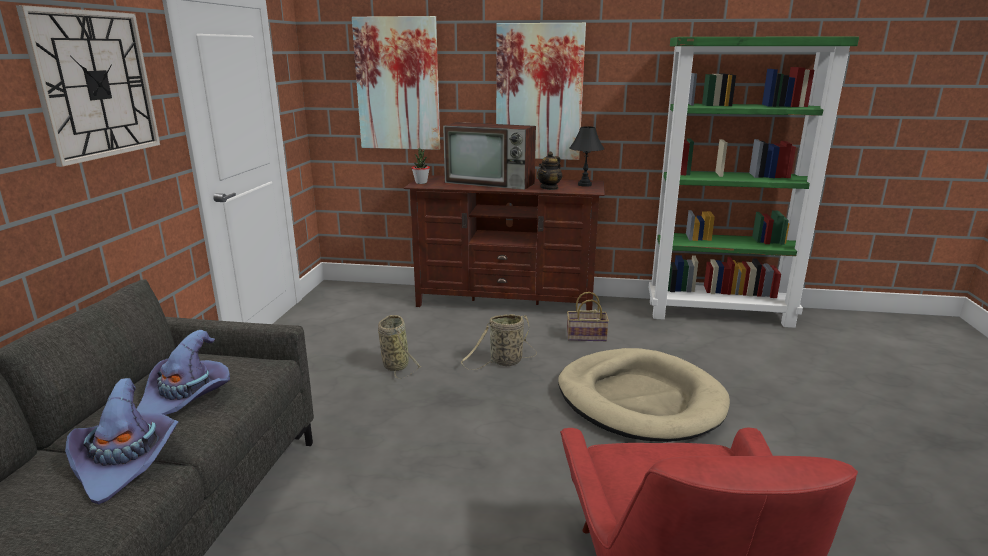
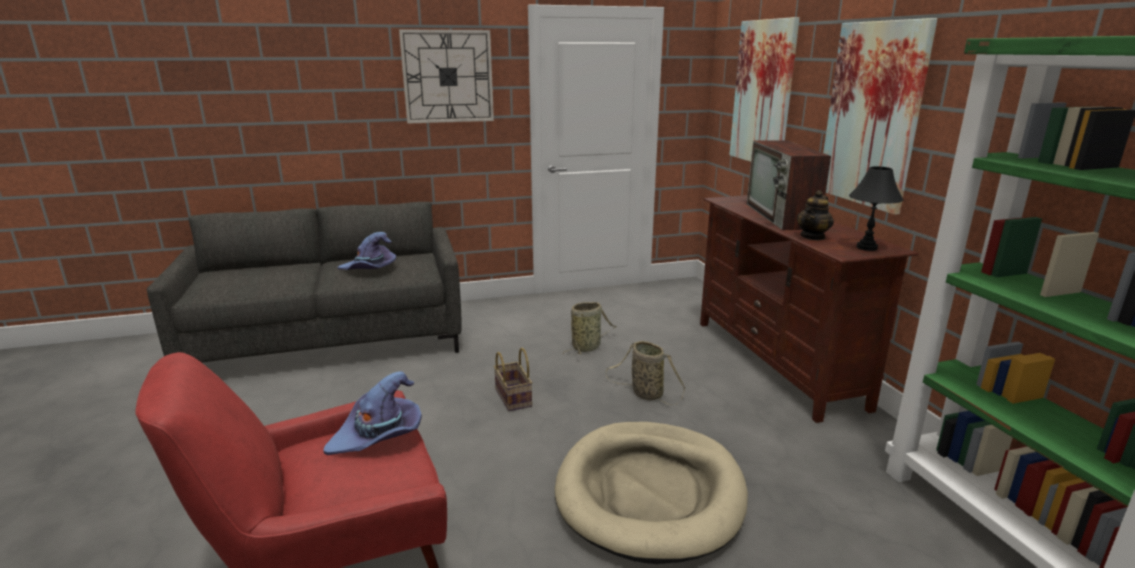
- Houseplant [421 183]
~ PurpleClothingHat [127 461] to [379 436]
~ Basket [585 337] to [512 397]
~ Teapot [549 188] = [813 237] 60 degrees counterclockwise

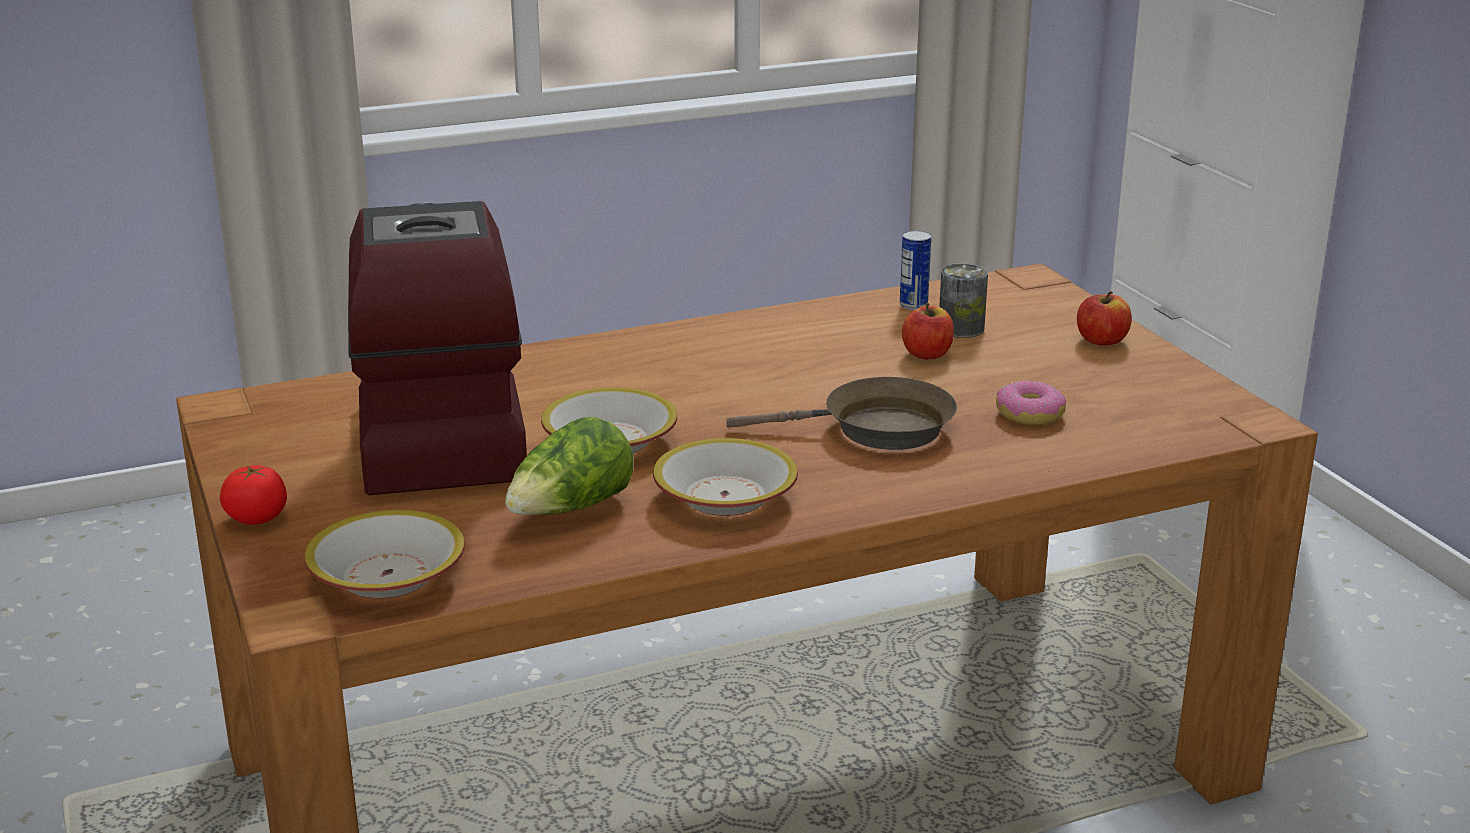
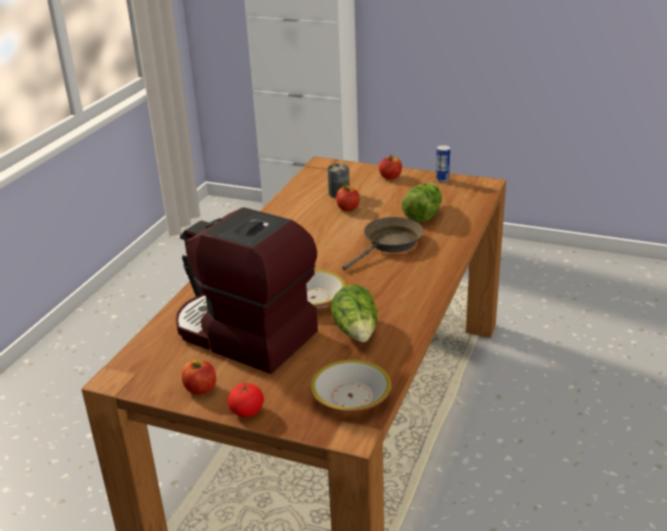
- ServingBowl [724 496]
+ WholeApple [201 389]
~ Can [913 305] to [442 179]
~ Donut [1029 415] to Lettuce [423 214]

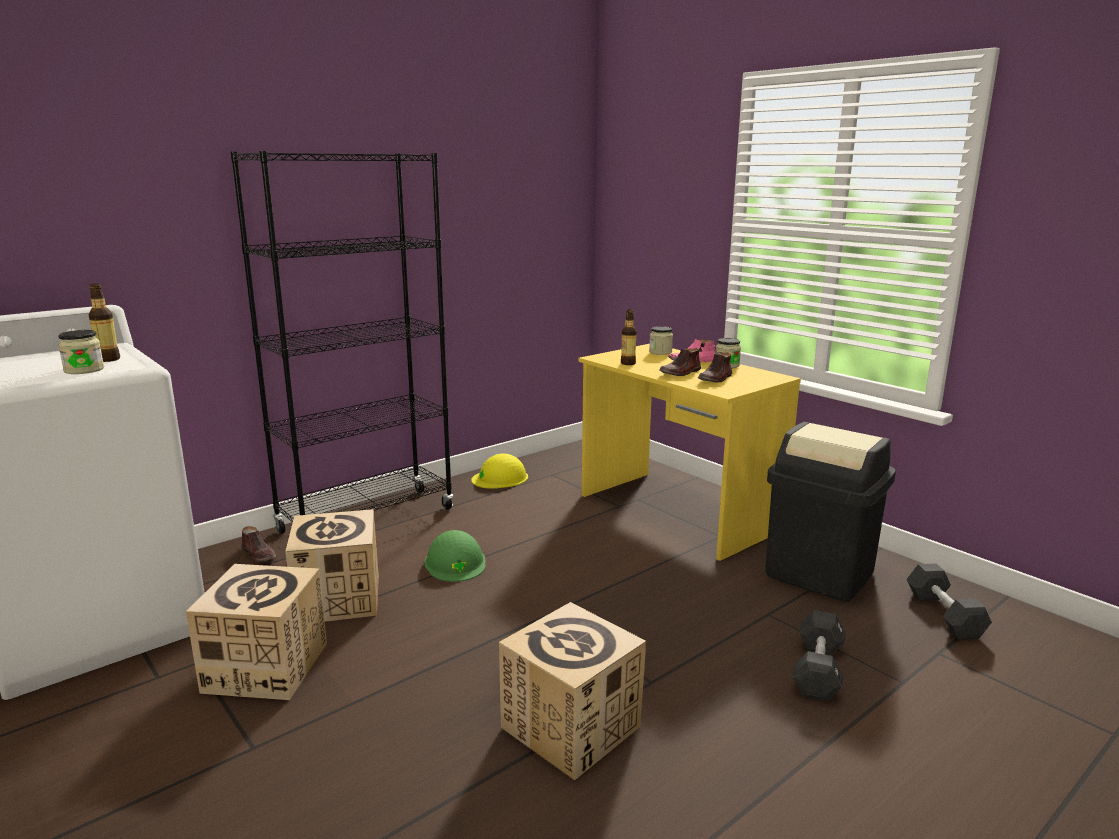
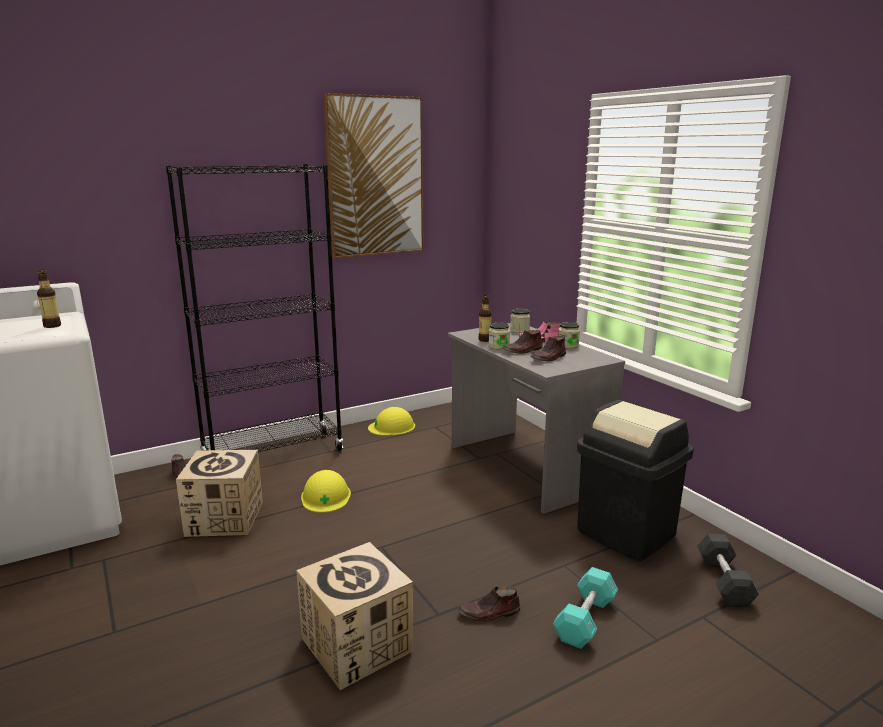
- Carton [266 668]
+ WallPicture [375 177]
+ BrownishItemOfFootwear [489 613]
~ PreserveJar [84 370] to [498 346]
~ GreenishWorkHelmet [455 562] to YellowishWorkHelmet [326 496]
~ YellowishDesk [677 513] to GreyishDesk [525 468]
~ BlackColouredFreeWeight [817 670] to TurquoiseFreeWeight [585 619]

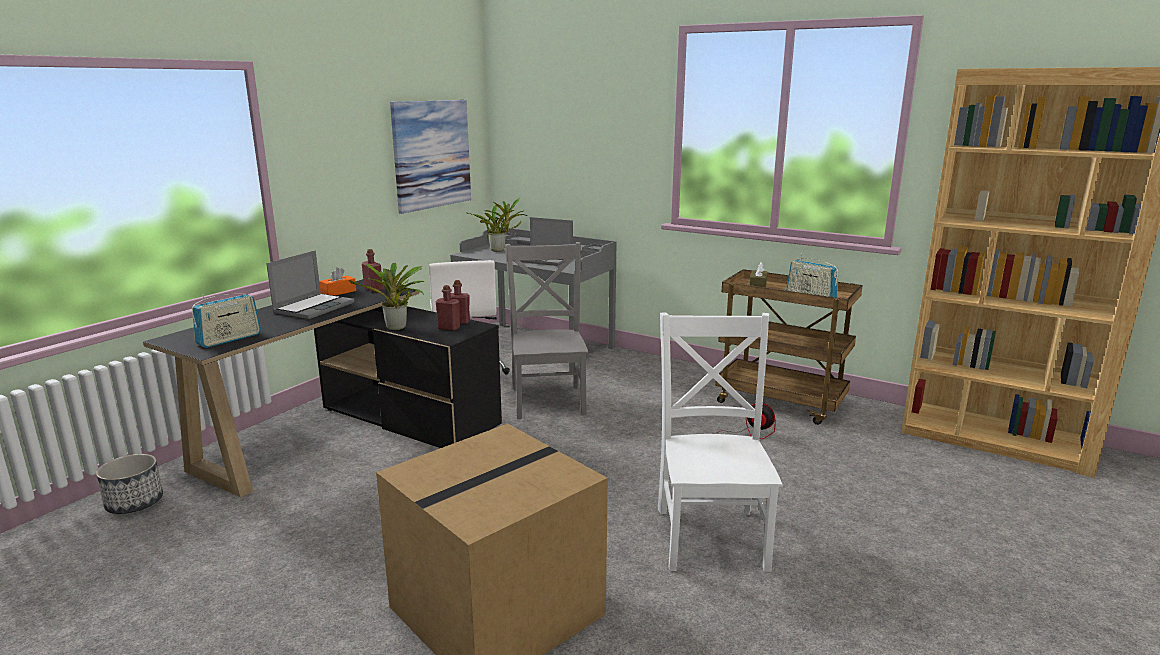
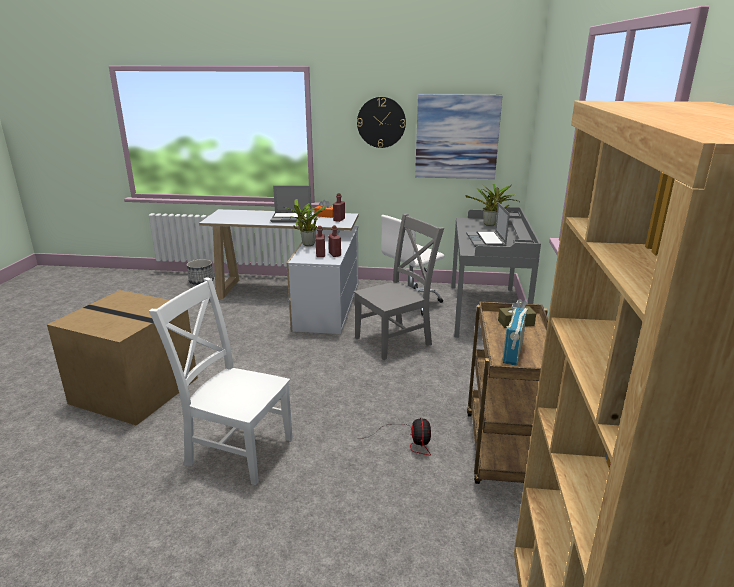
- Radio [229 339]
+ ClockOnTheWall [381 122]
~ BlackColouredDesk [350 433] to WhiteColouredDesk [296 299]
~ WhiteColouredChair [711 534] = [236 449] 135 degrees counterclockwise

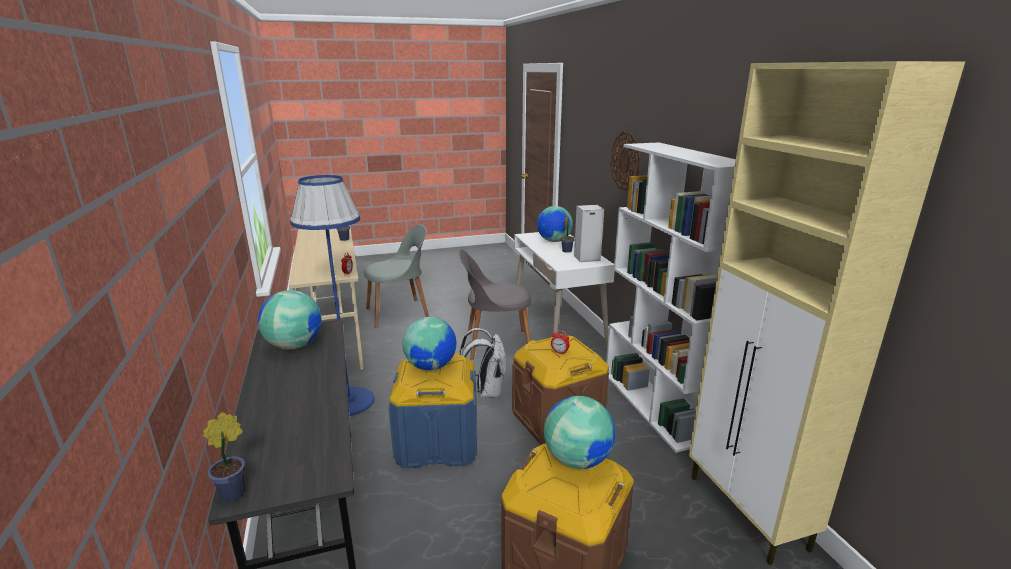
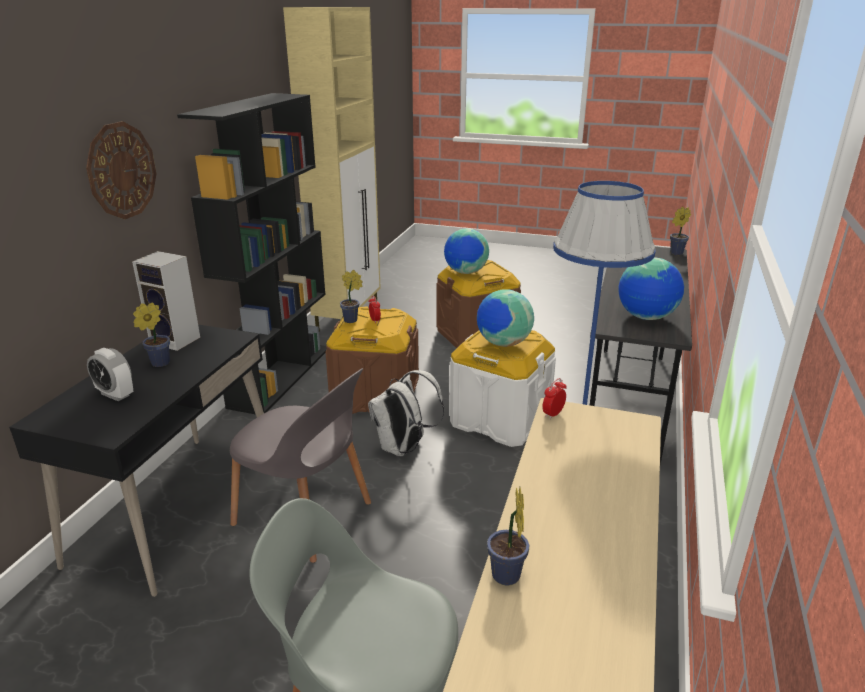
+ Houseplant [352 320]
~ WorldGlobe [554 241] to BedsideClock [115 394]
~ BlueStorageBin [437 442] to WhiteColouredStorageBin [500 419]
~ WhiteColouredDesk [557 327] to BlackColouredDesk [178 508]
~ WhiteColouredShelvingUnit [654 406] to BlackColouredShelvingUnit [281 375]

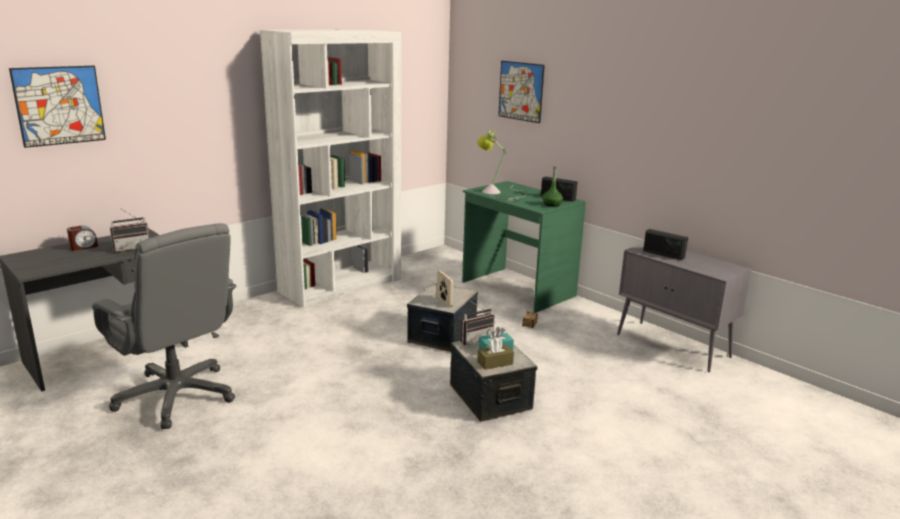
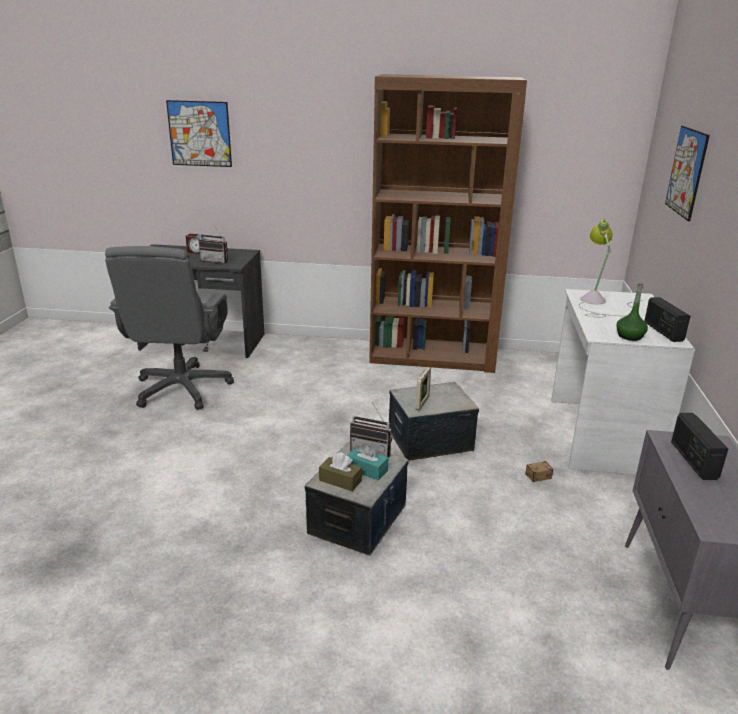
~ WhiteColouredShelvingUnit [341 285] to BrownishShelvingUnit [433 356]
~ GreenishDesk [517 289] to WhiteColouredDesk [599 435]

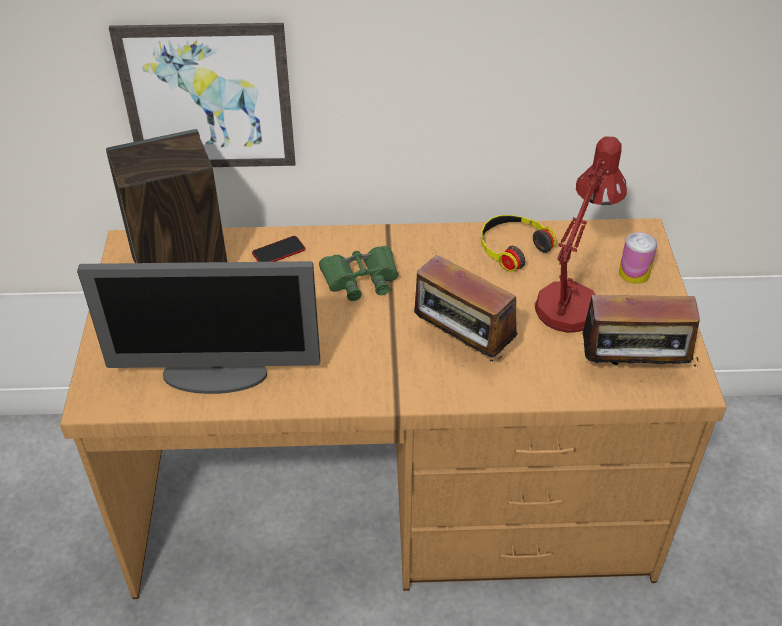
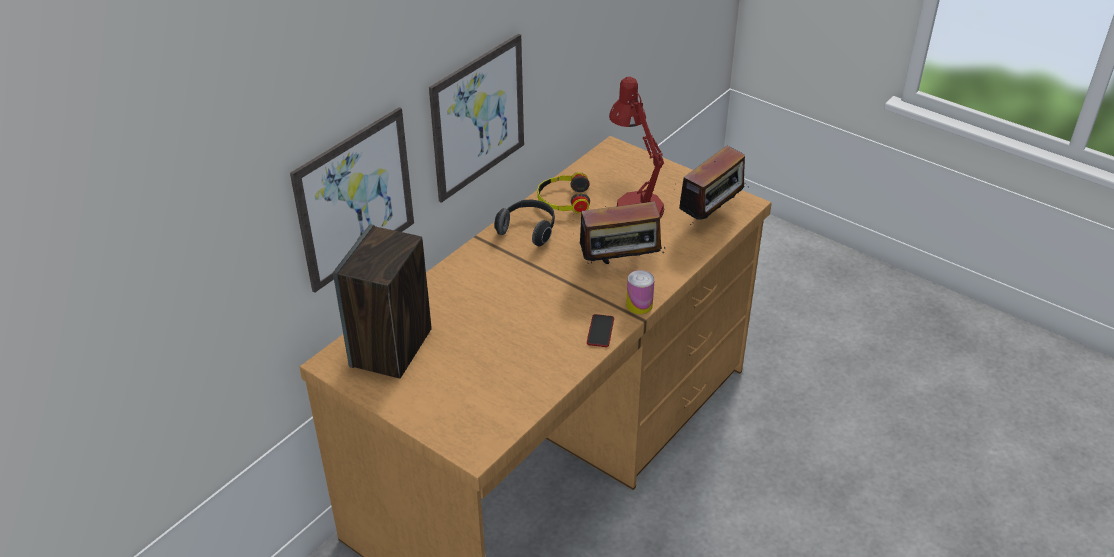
- ComputerScreen [216 375]
- GreenishFieldGlasses [361 278]
+ WallPicture [478 117]
+ PairOfHeadphones [528 230]
~ Telephone [278 251] to [600 331]
~ Can [634 273] to [639 305]

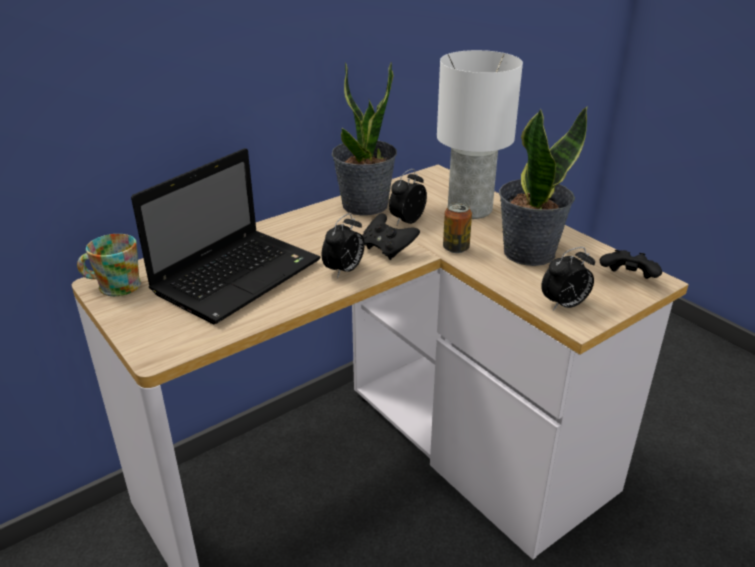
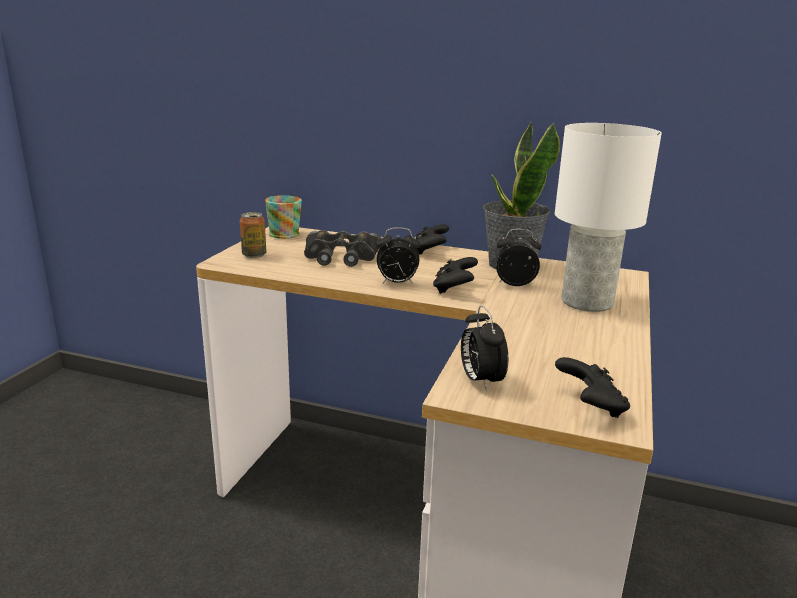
- Houseplant [528 252]
+ BlackColouredGameController [429 251]
~ Can [455 248] to [254 255]
~ Laptop [239 275] to BlackColouredFieldGlasses [341 257]
~ BedsideClock [564 305] = [480 381] 45 degrees clockwise

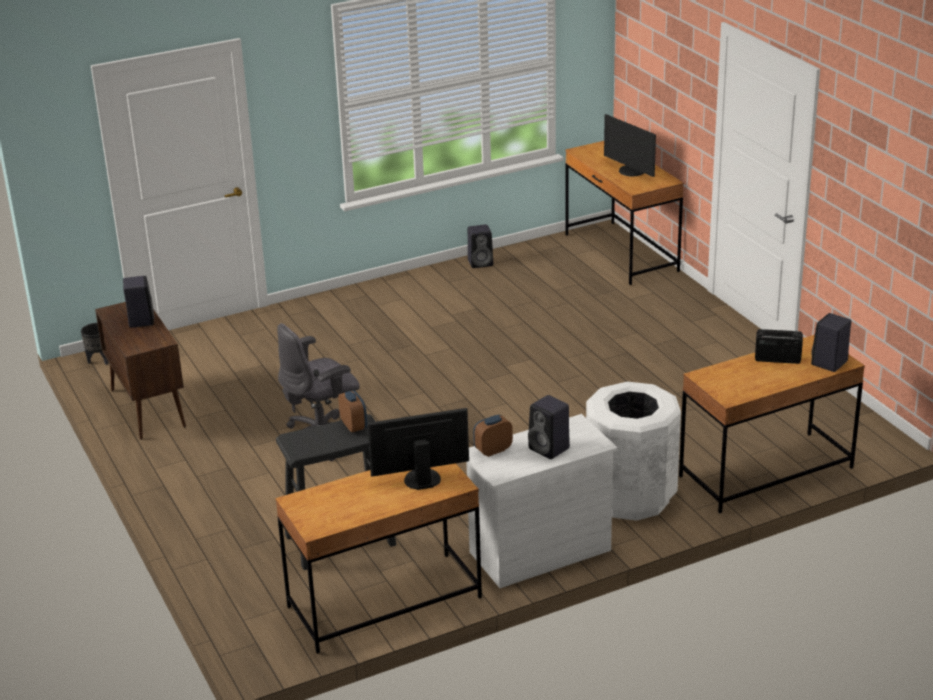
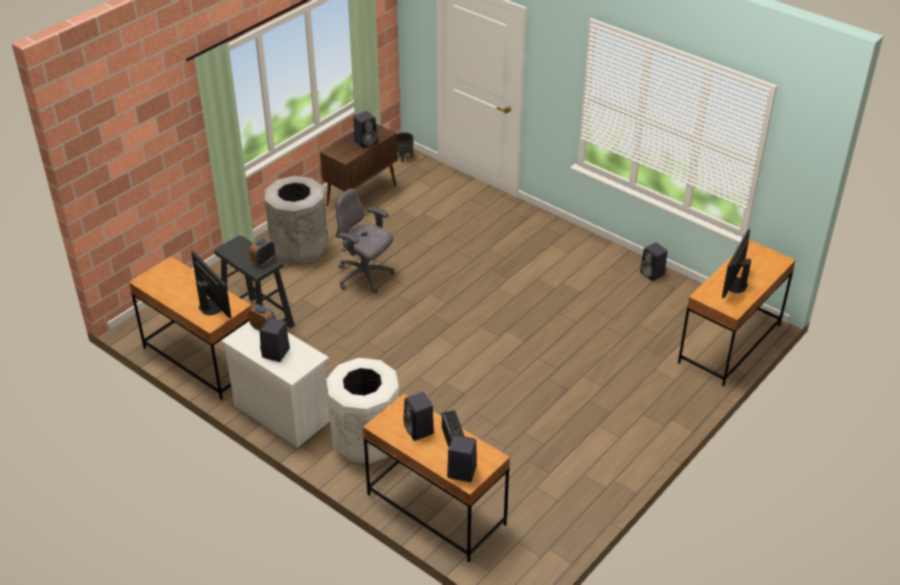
+ GreyishWasteBin [300 249]
+ BlackColouredSpeaker [419 430]

